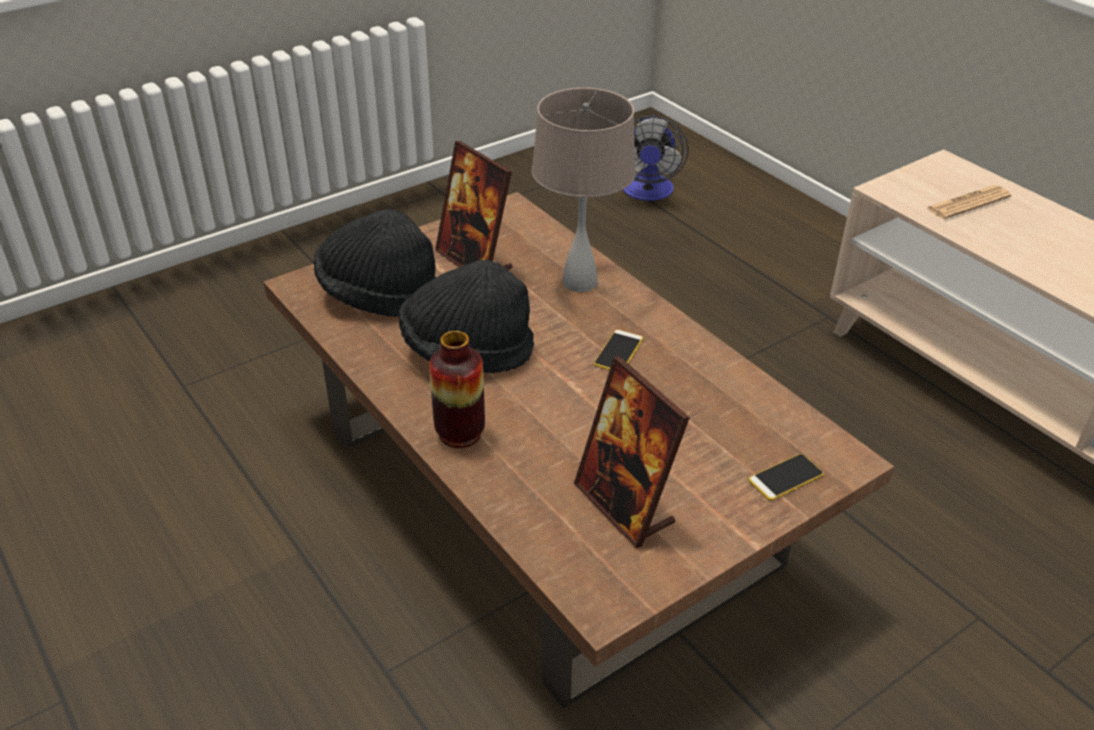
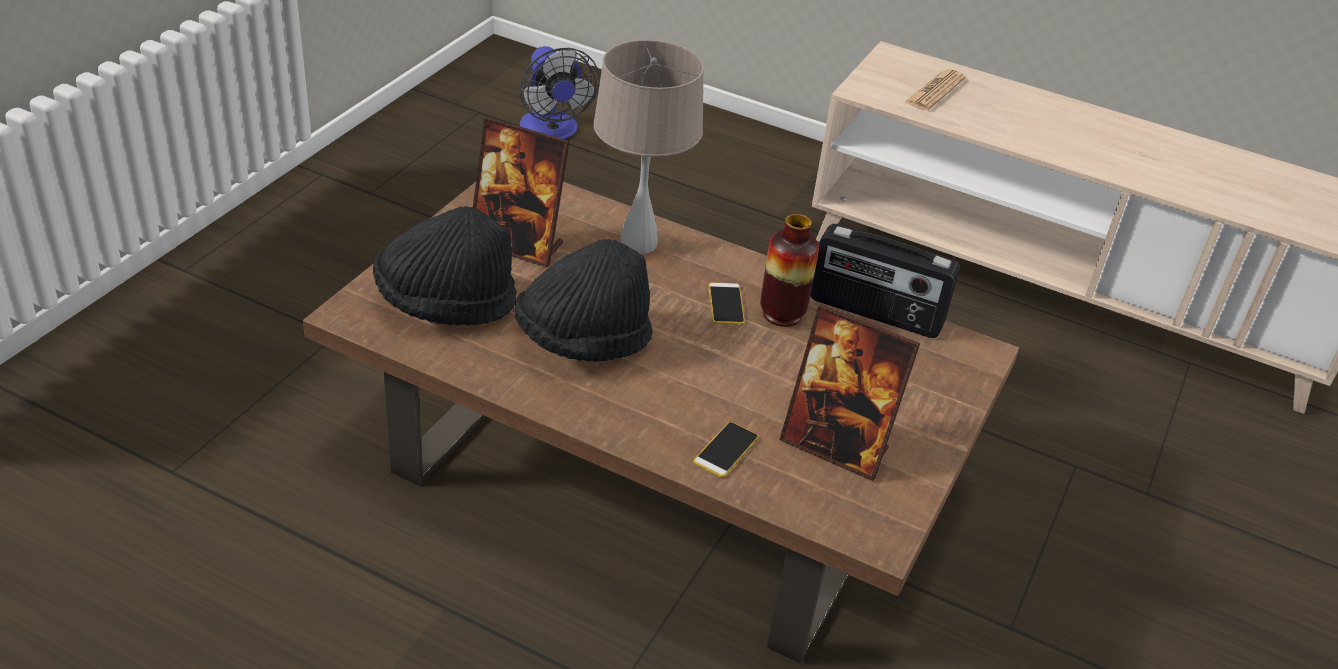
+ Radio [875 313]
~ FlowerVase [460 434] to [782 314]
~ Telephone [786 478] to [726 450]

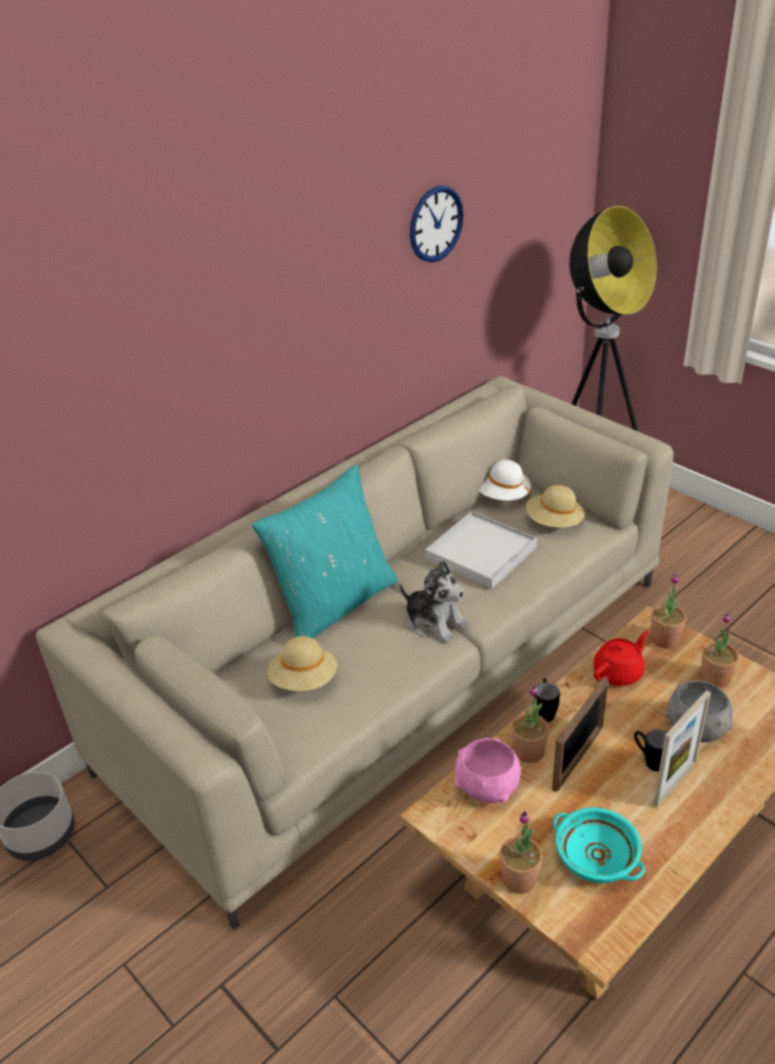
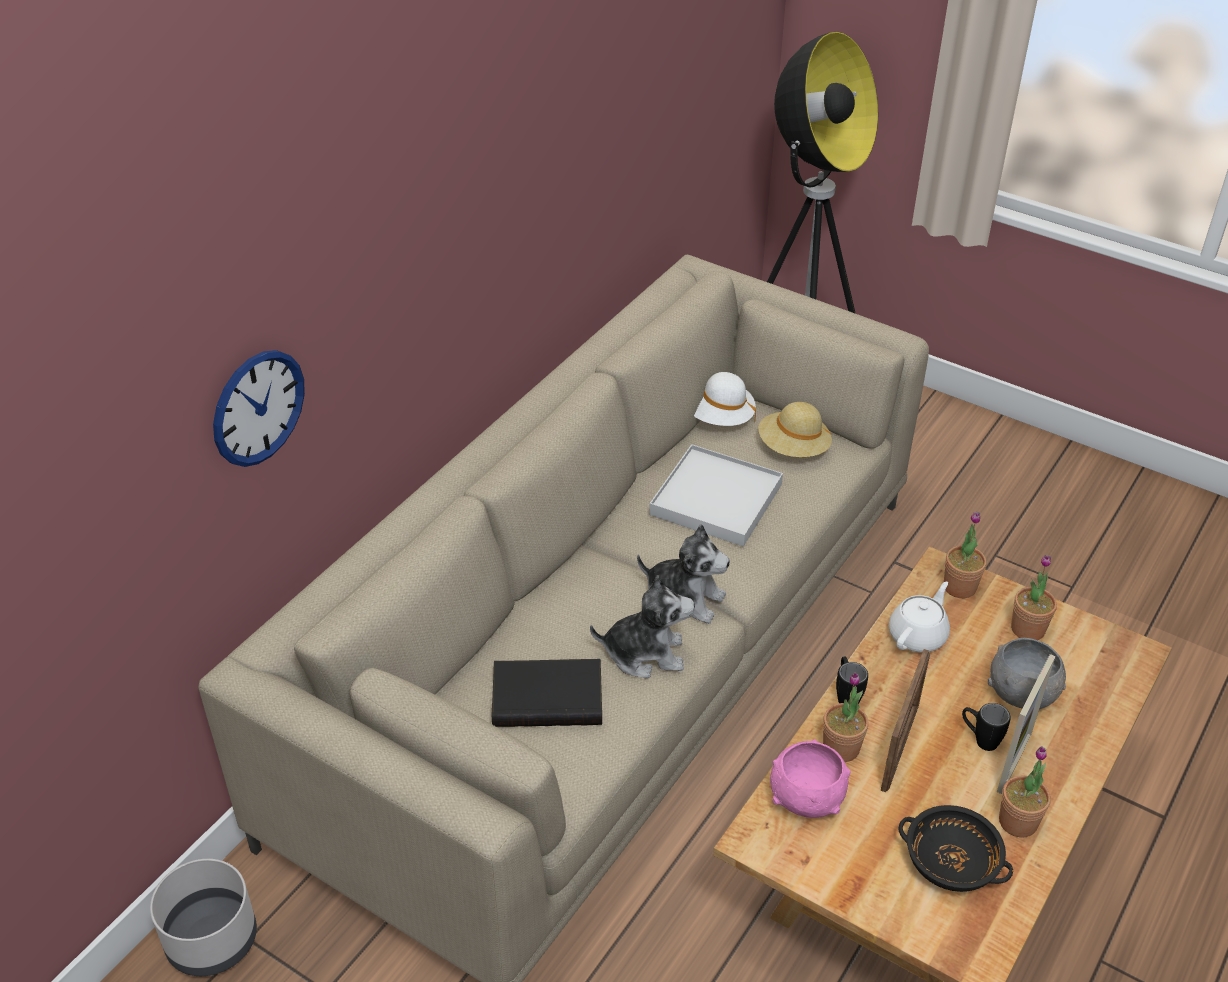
- TurquoiseCushion [334 603]
+ SoftToy [645 653]
~ ClockOnTheWall [436 224] to [258 408]
~ Houseplant [519 879] to [1018 822]
~ BeigeColouredClothingHat [304 680] to BlackColouredBoundBook [548 696]
~ TurquoiseServingBowl [595 858] to BlackColouredServingBowl [950 863]
~ RedColouredTeapot [619 672] to WhiteColouredTeapot [918 635]

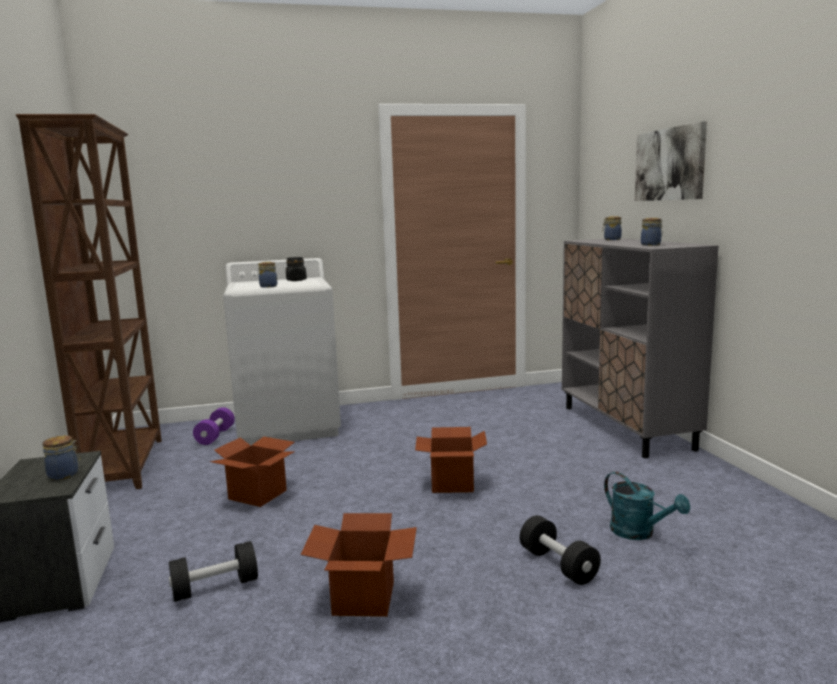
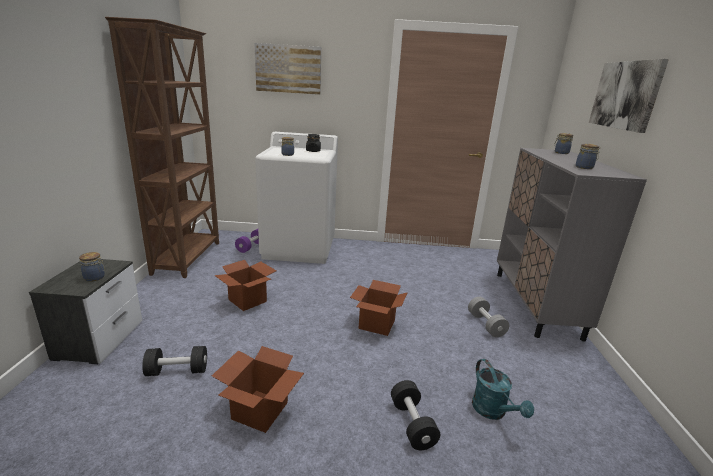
+ WallPicture [288 69]
+ GreyishFreeWeight [485 324]

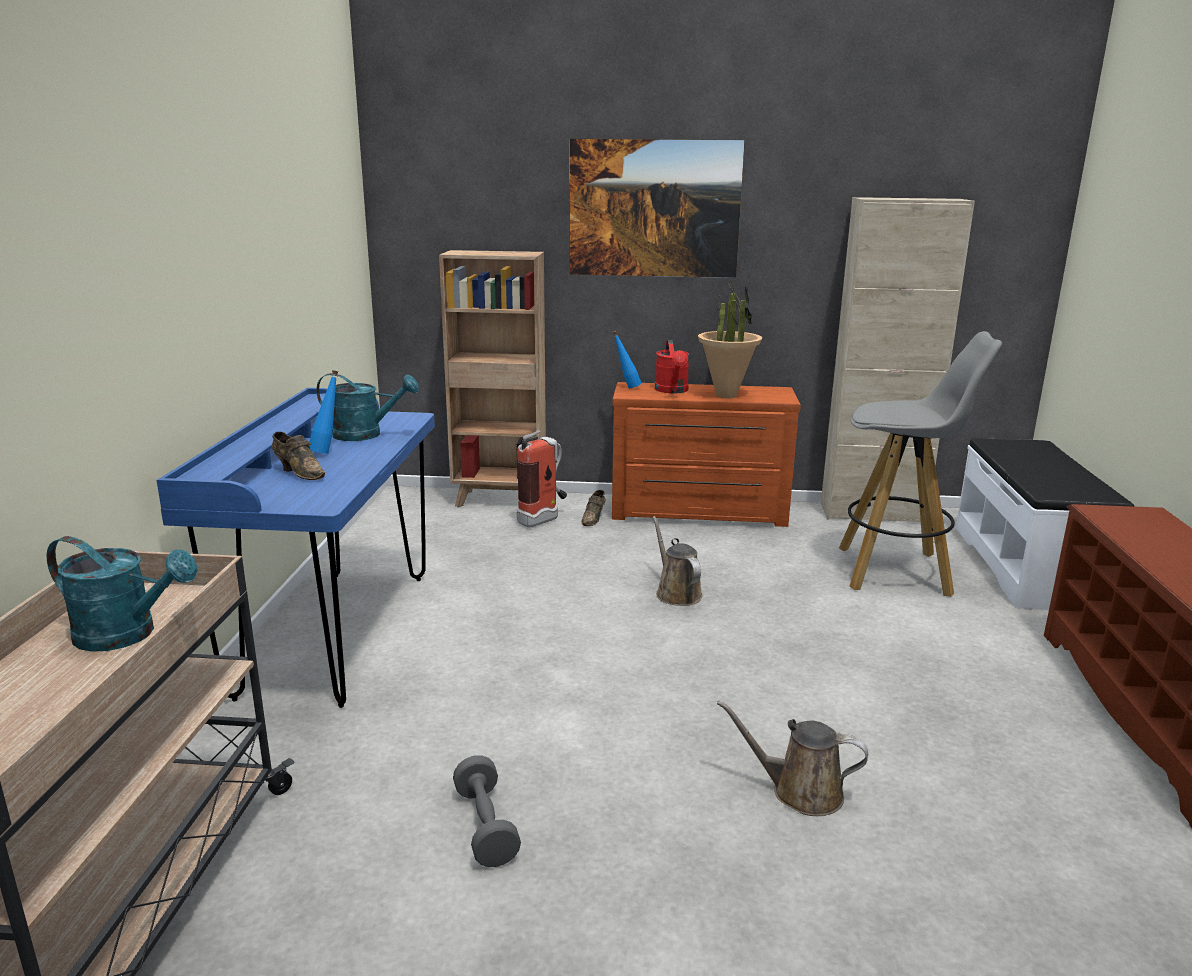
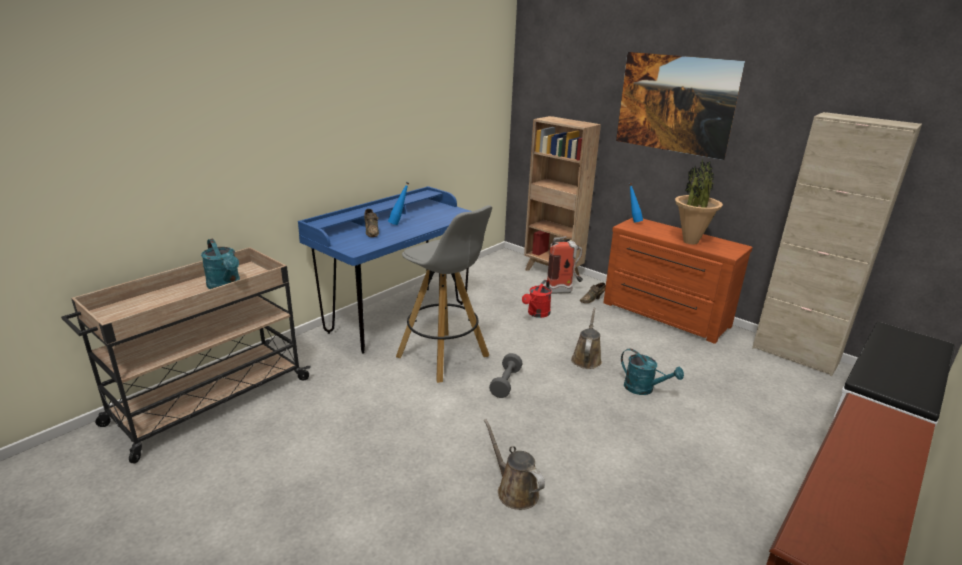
~ TurquoiseSprinklingCan [366 435] to [644 389]
~ GreyishFreeWeight [486 827] to [505 383]
~ RedColouredSprinklingCan [672 391] to [537 314]
~ GreyishStool [896 571] to [444 357]

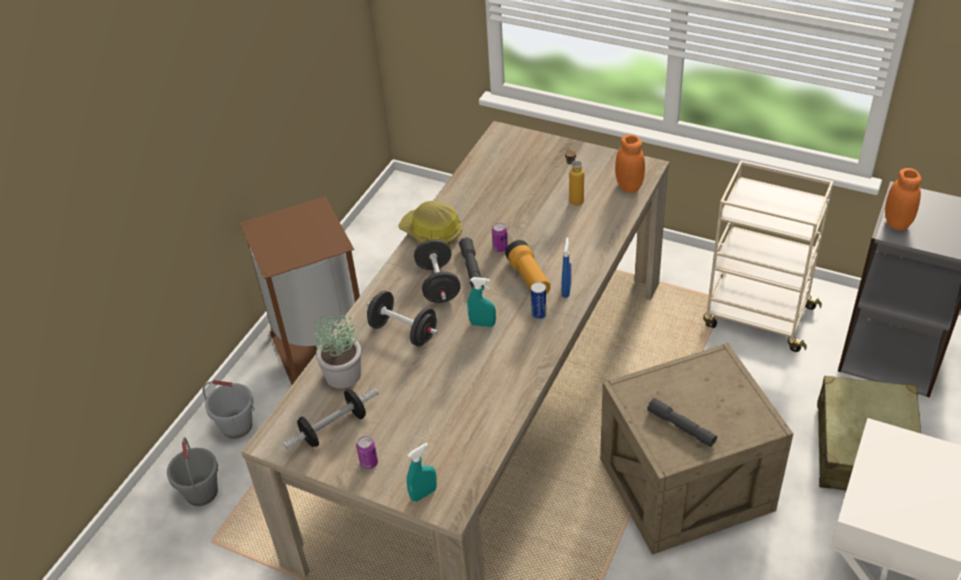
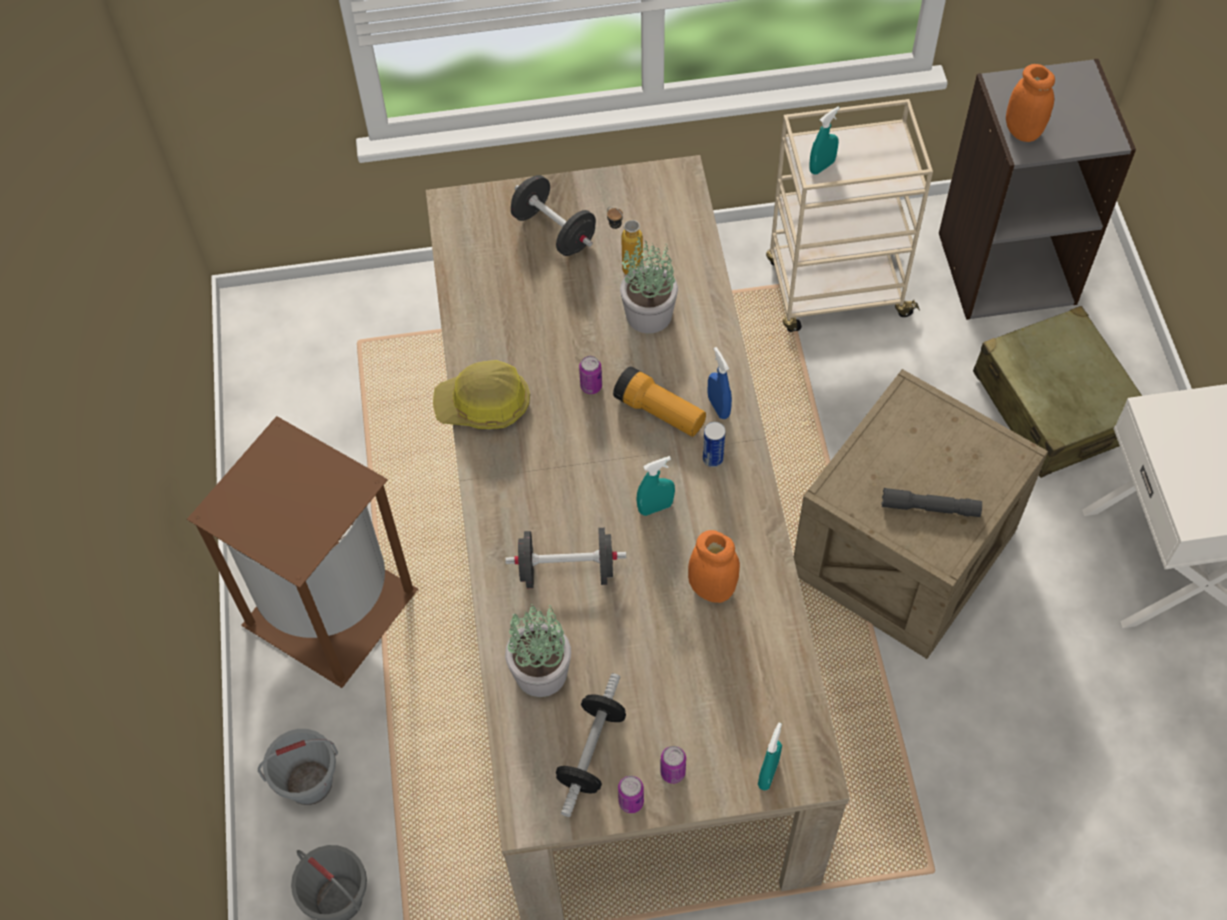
- GreyishHandTorch [472 270]
+ Can [631 802]
+ Houseplant [647 314]
+ TurquoiseSprayBottle [822 166]
~ BlackColouredFreeWeight [438 284] to [554 231]
~ OrangeyPreserveJar [629 186] to [712 588]

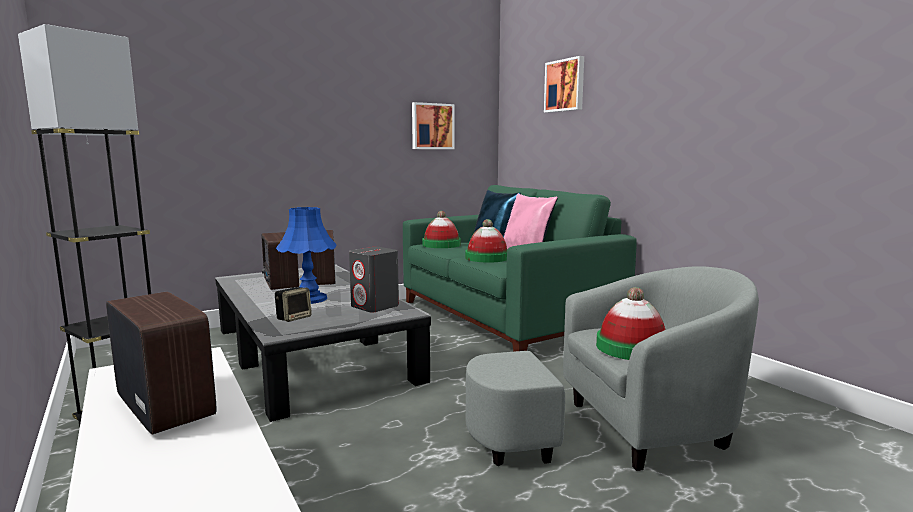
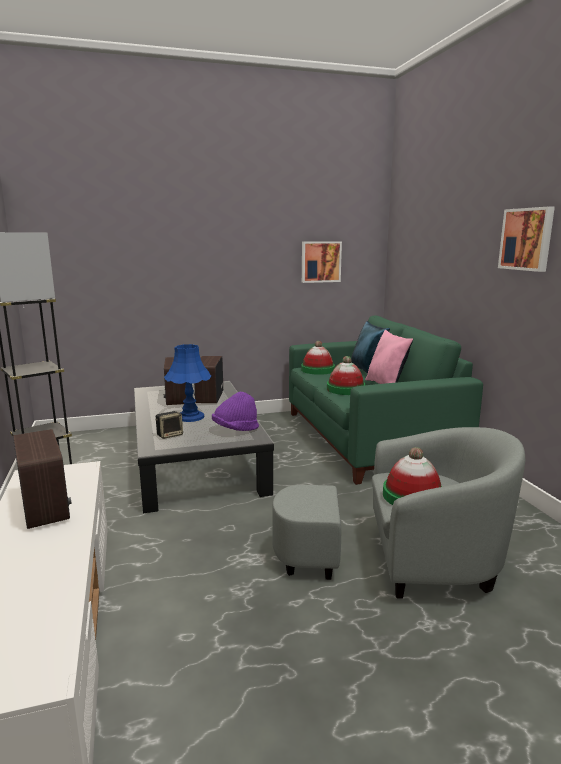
~ WallPicture [565 85] to [527 239]
~ GreyishSpeaker [375 306] to PurpleClothingHat [235 429]

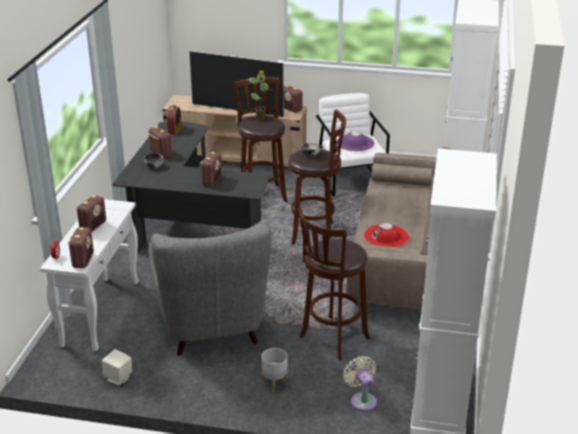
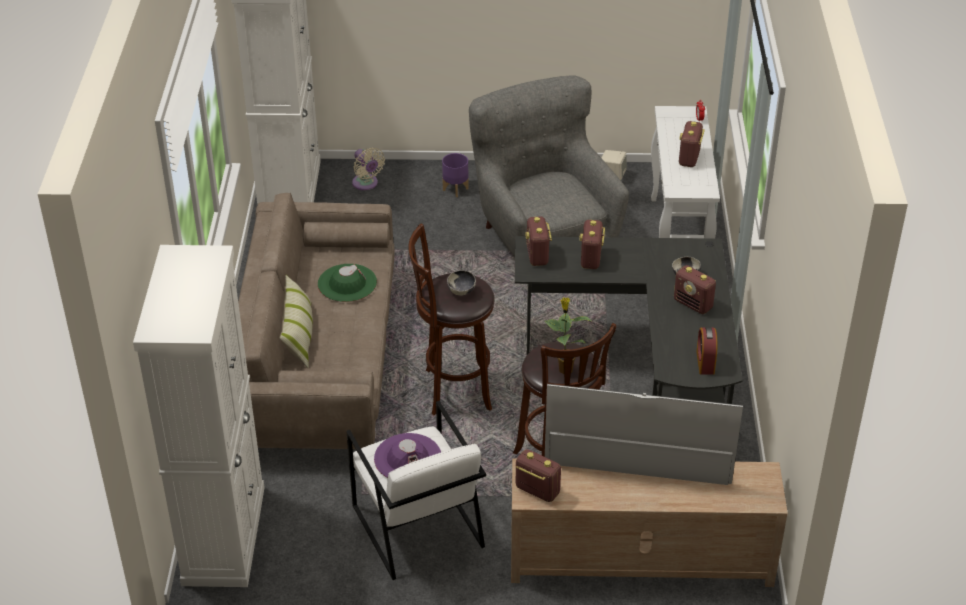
- BrownishStool [332 339]
+ Cushion [298 335]
~ Radio [83 260] to [537 256]
~ GreyishPlantPot [274 383] to PurplePlantPot [456 189]
~ RedColouredClothingHat [386 236] to GreenishClothingHat [347 283]

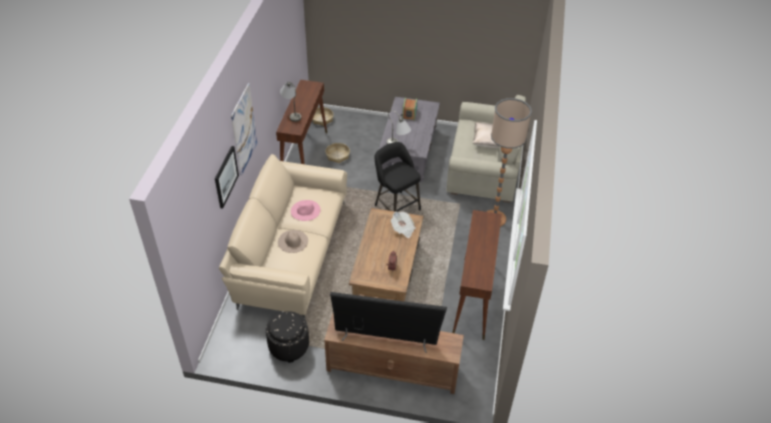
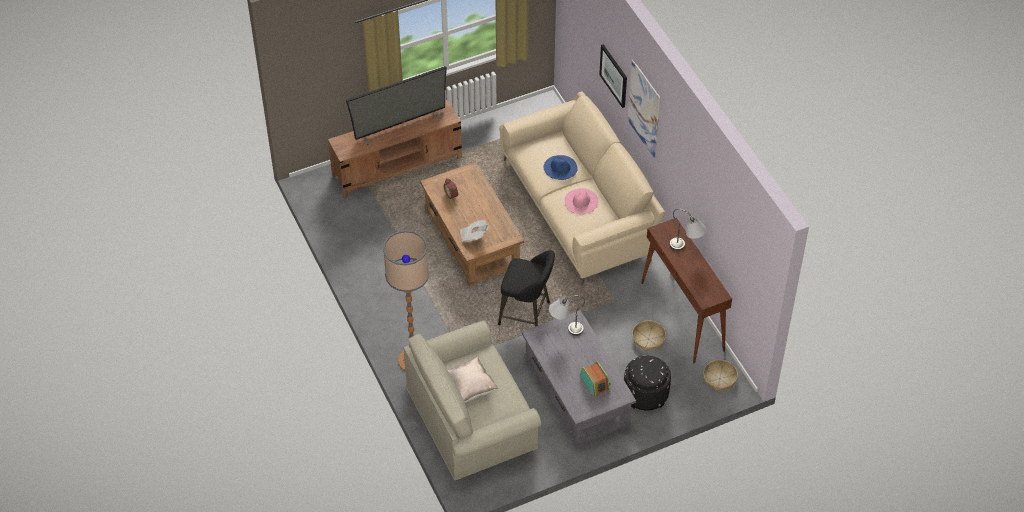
- BrownishHallTable [474 298]
~ BlackColouredFootrest [288 346] to [645 394]
~ BeigeColouredClothingHat [292 241] to BlueClothingHat [560 167]

